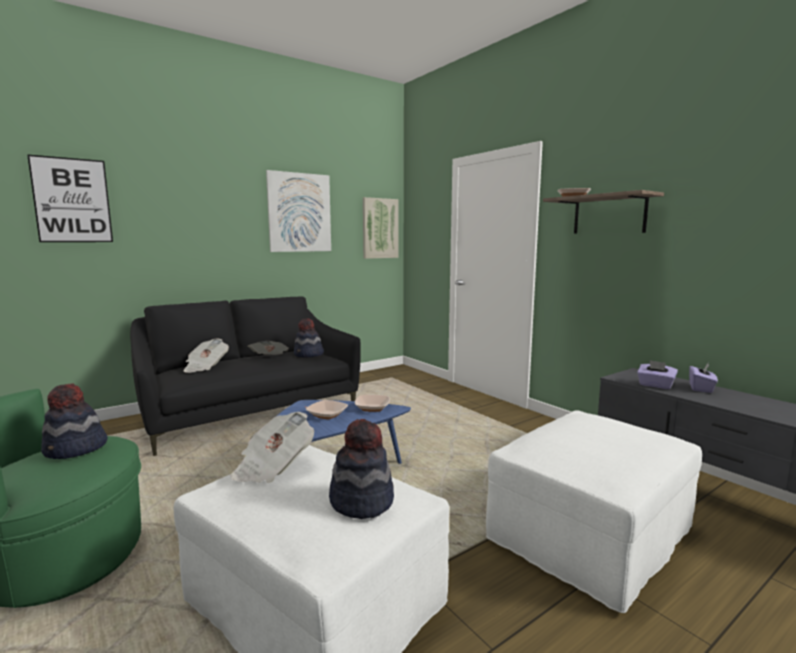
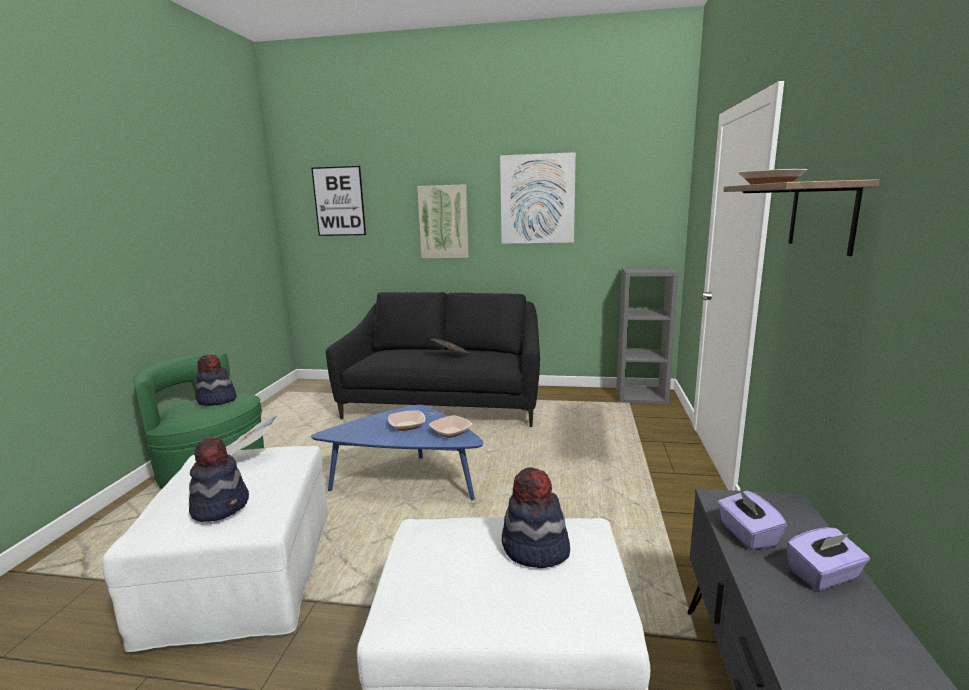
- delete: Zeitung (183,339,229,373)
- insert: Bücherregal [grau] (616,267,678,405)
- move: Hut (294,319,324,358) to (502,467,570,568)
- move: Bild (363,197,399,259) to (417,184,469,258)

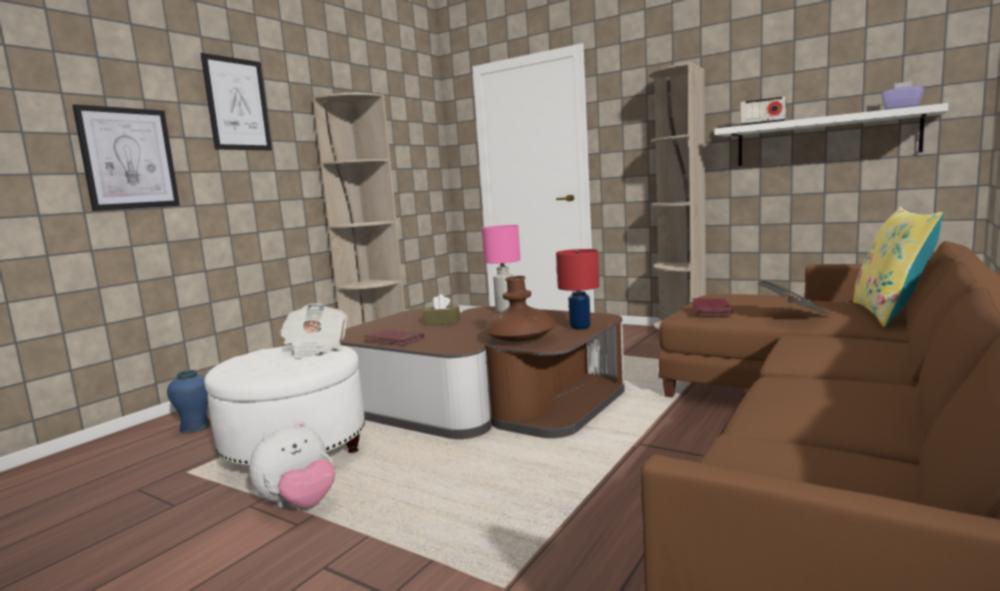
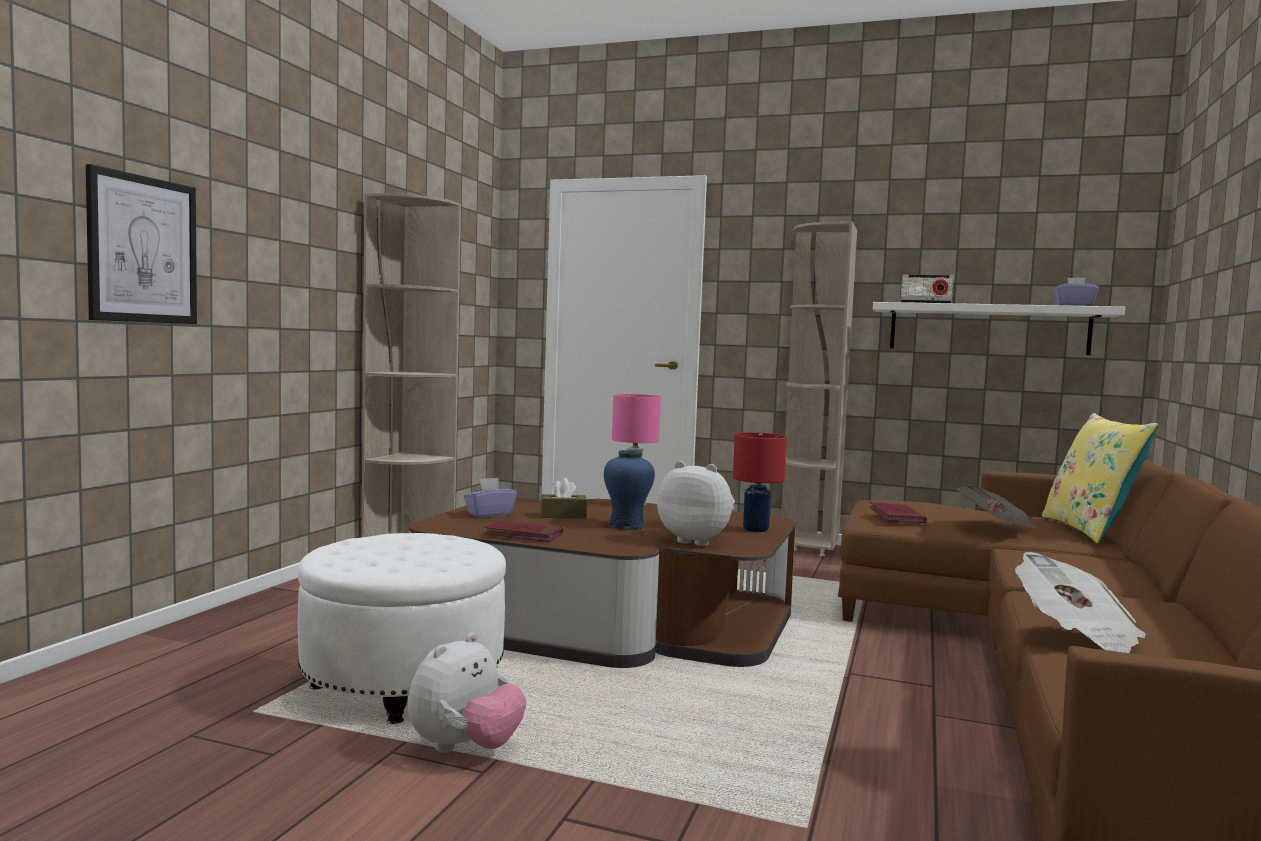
- delete: Bild (200,53,272,150)
- insert: Taschentuchbox [lila] (464,478,517,518)
- move: Vase [blau] (167,370,210,433) to (604,450,655,530)
- move: Zeitung (280,303,348,358) to (1015,552,1146,653)
- replace: Vase [braun] (484,276,556,342) to Plüschtier (657,461,735,546)

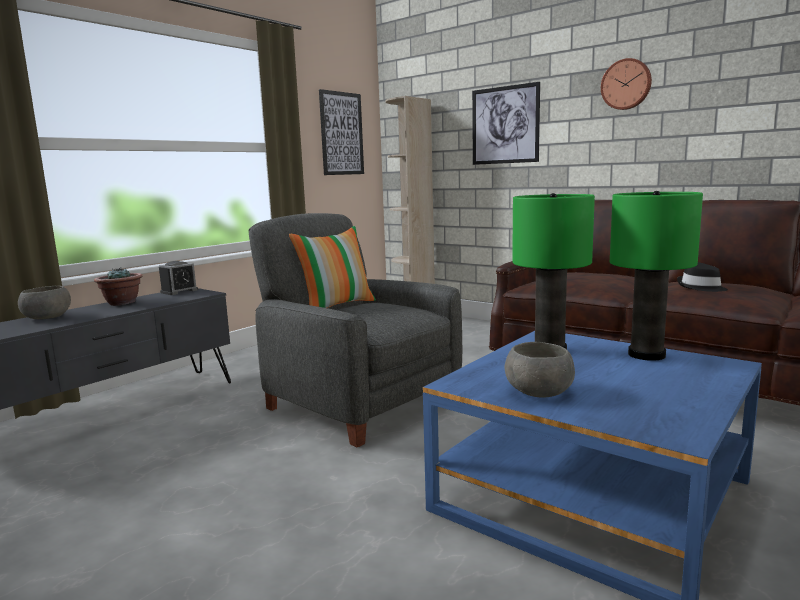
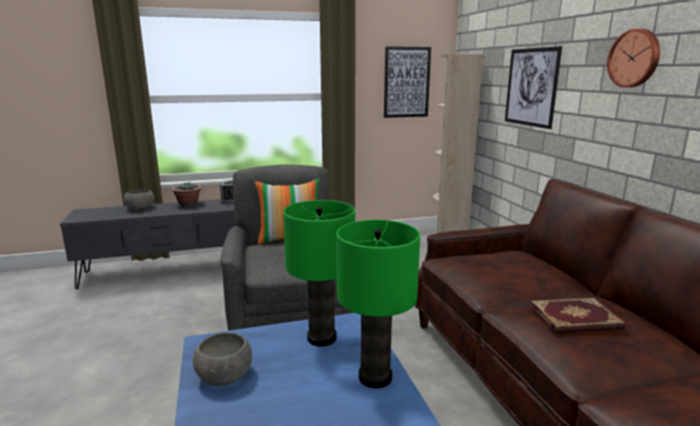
- replace: Hut [schwarz] (677,262,728,292) to Buch (530,298,625,333)

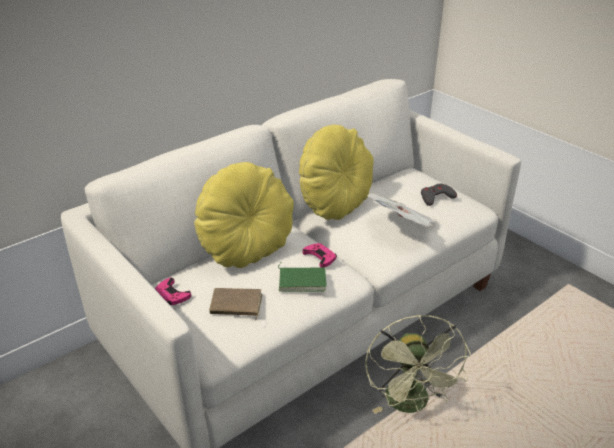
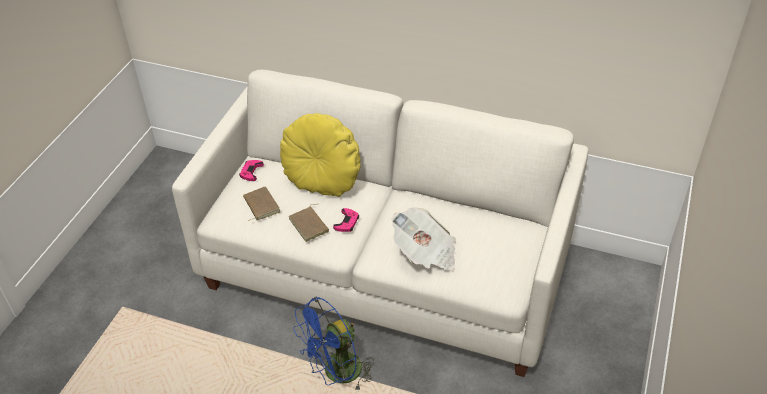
- delete: Kissen [gelb] (299,124,374,220)
- delete: Gamepad [grau] (421,184,457,206)
- recolor: Buch [grün] (278,262,327,292) to Buch [braun] (289,204,329,242)
- recolor: Ventilator [grün] (365,314,471,414) to Ventilator [blau] (293,297,374,391)

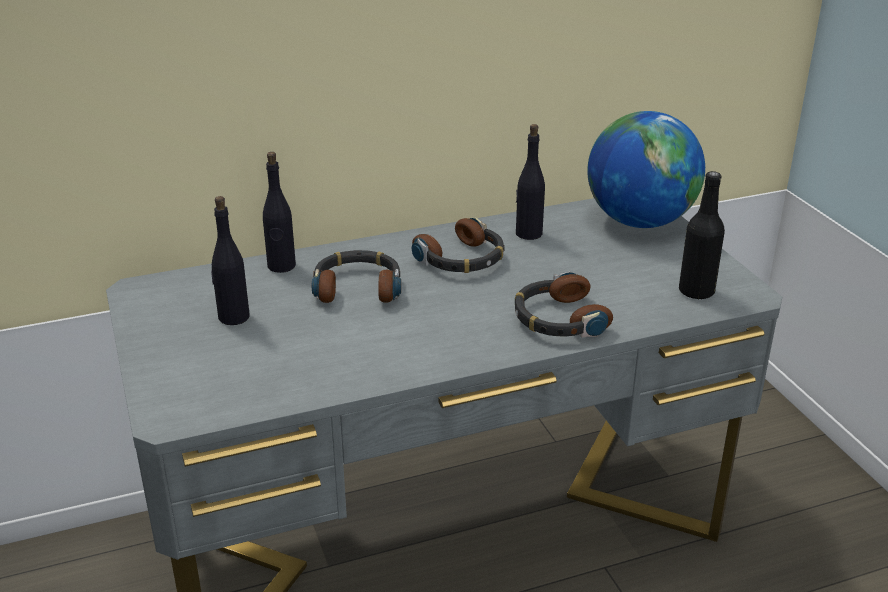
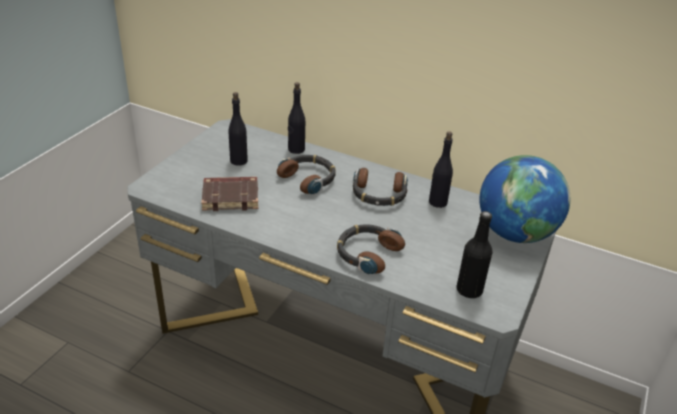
- insert: Buch [braun] (201,177,258,211)

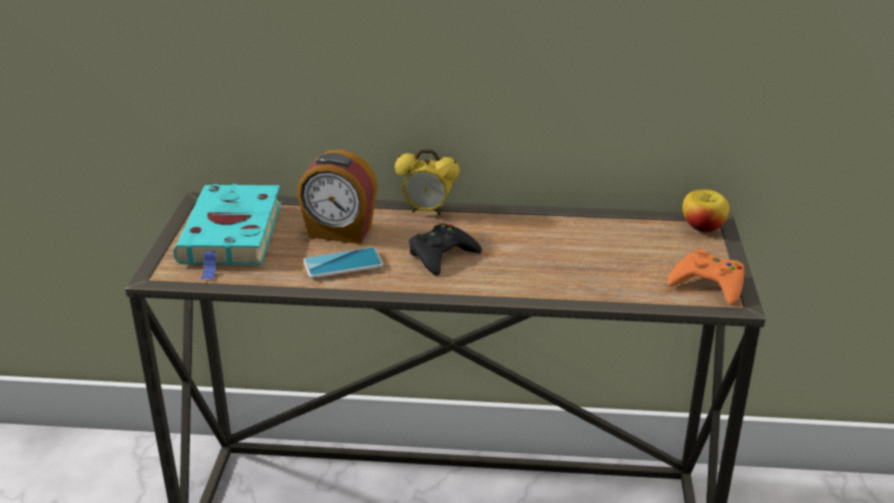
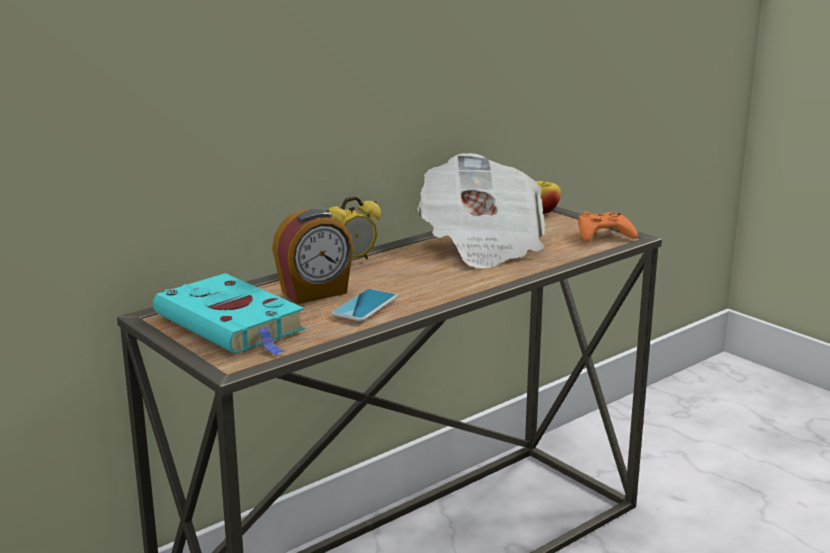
- delete: Gamepad [schwarz] (409,224,482,276)
- insert: Zeitung (418,153,545,269)

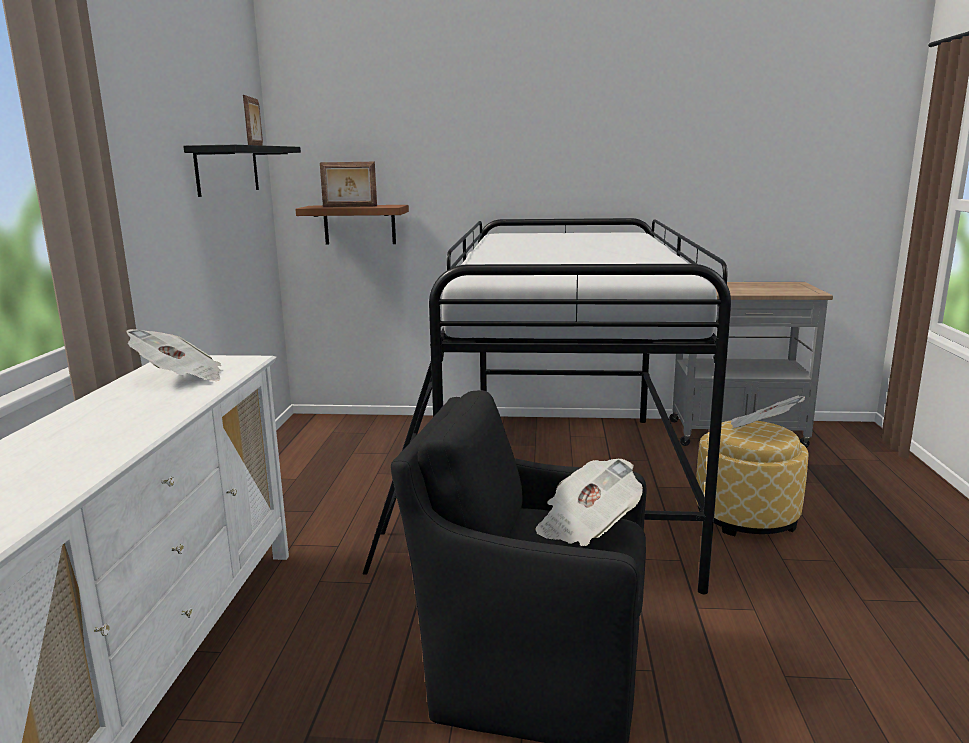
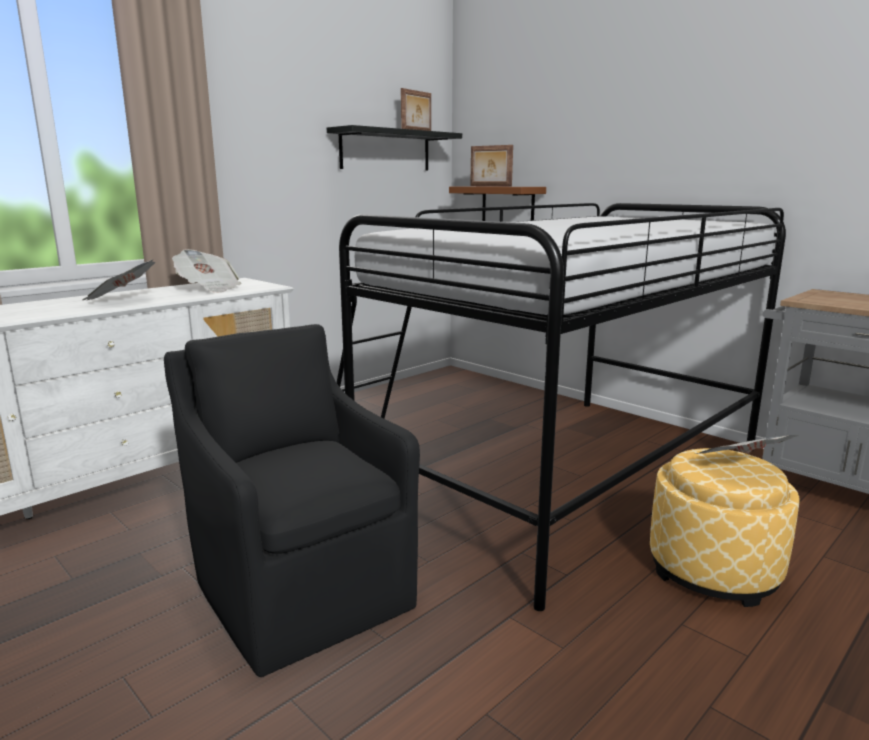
- move: Zeitung (535,459,643,546) to (83,260,155,300)

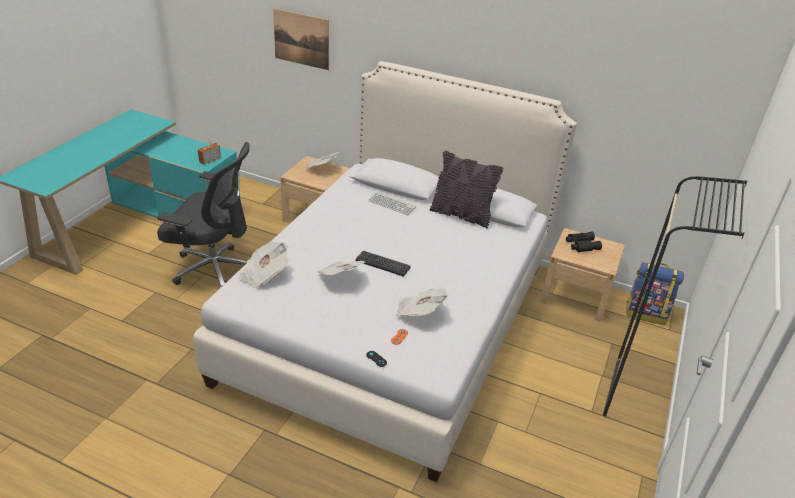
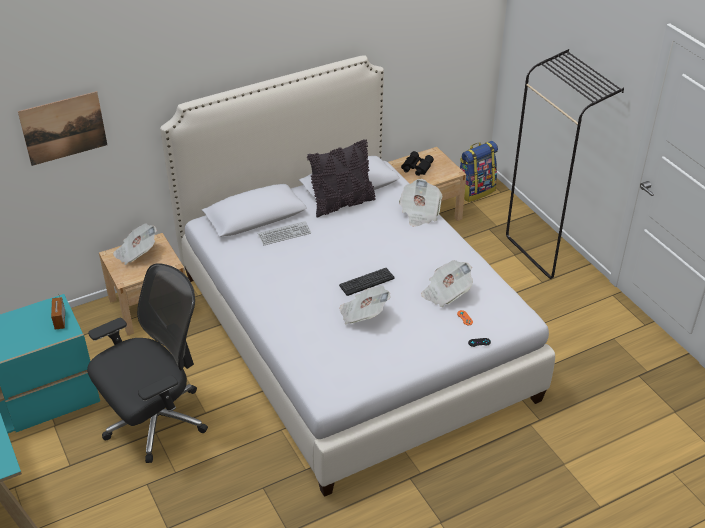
- move: Zeitung (238,241,288,288) to (399,179,442,227)

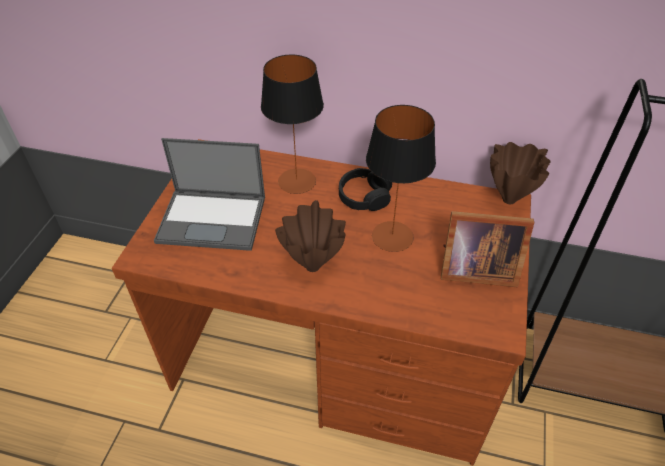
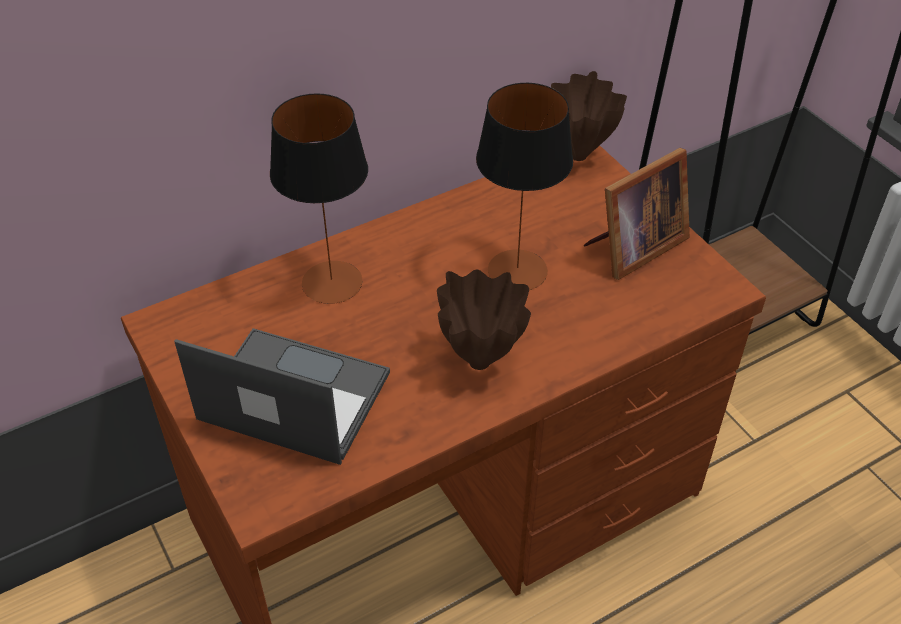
- delete: Kopfhörer [schwarz] (339,168,392,211)
- rotate: Laptop (154,138,265,251) = (174,328,390,465) 120 degrees counterclockwise

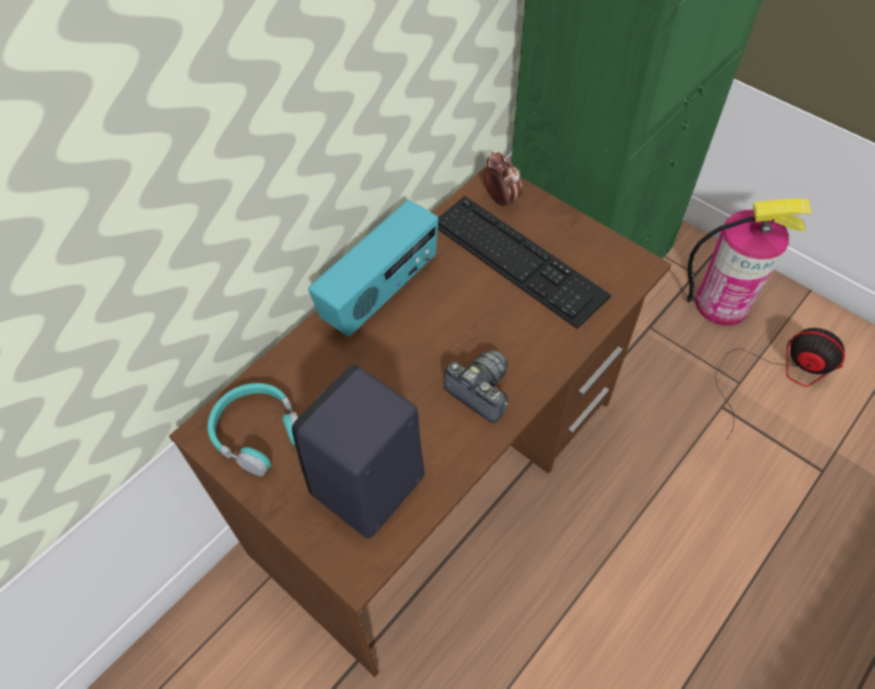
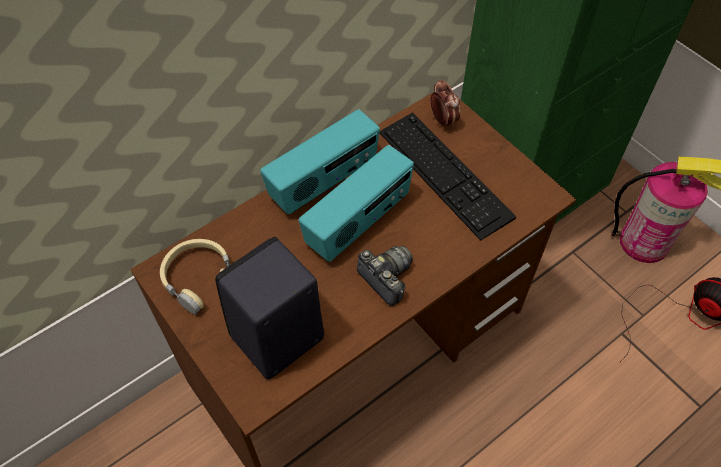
- insert: Radio (299,145,414,262)
- recolor: Kopfhörer [türkis] (208,383,298,476) to Kopfhörer [beige] (160,239,230,314)

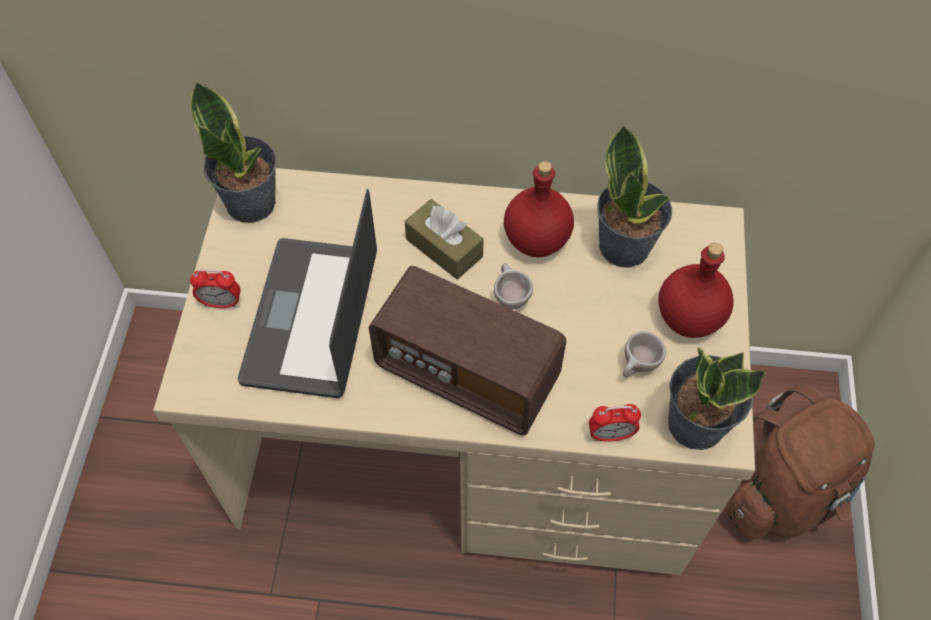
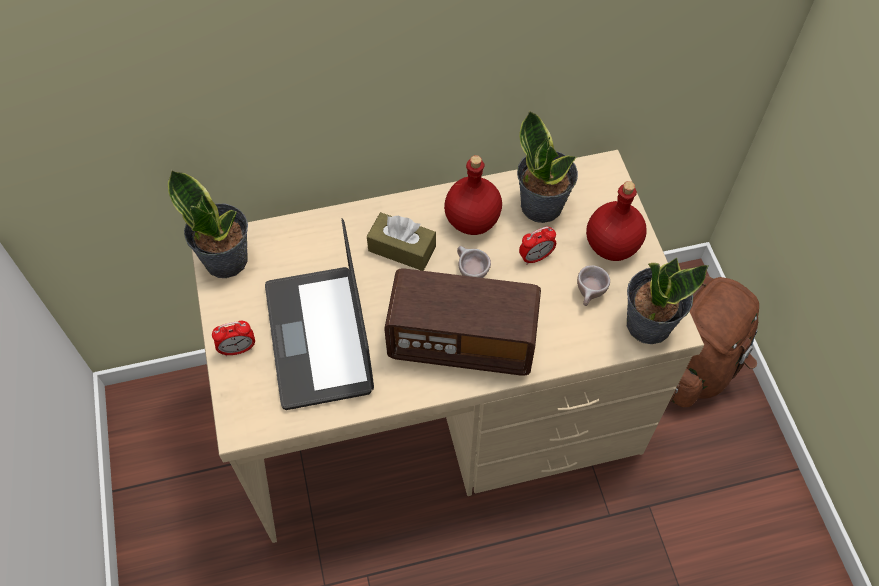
- move: Wecker (589,404,641,442) to (519,227,556,265)

